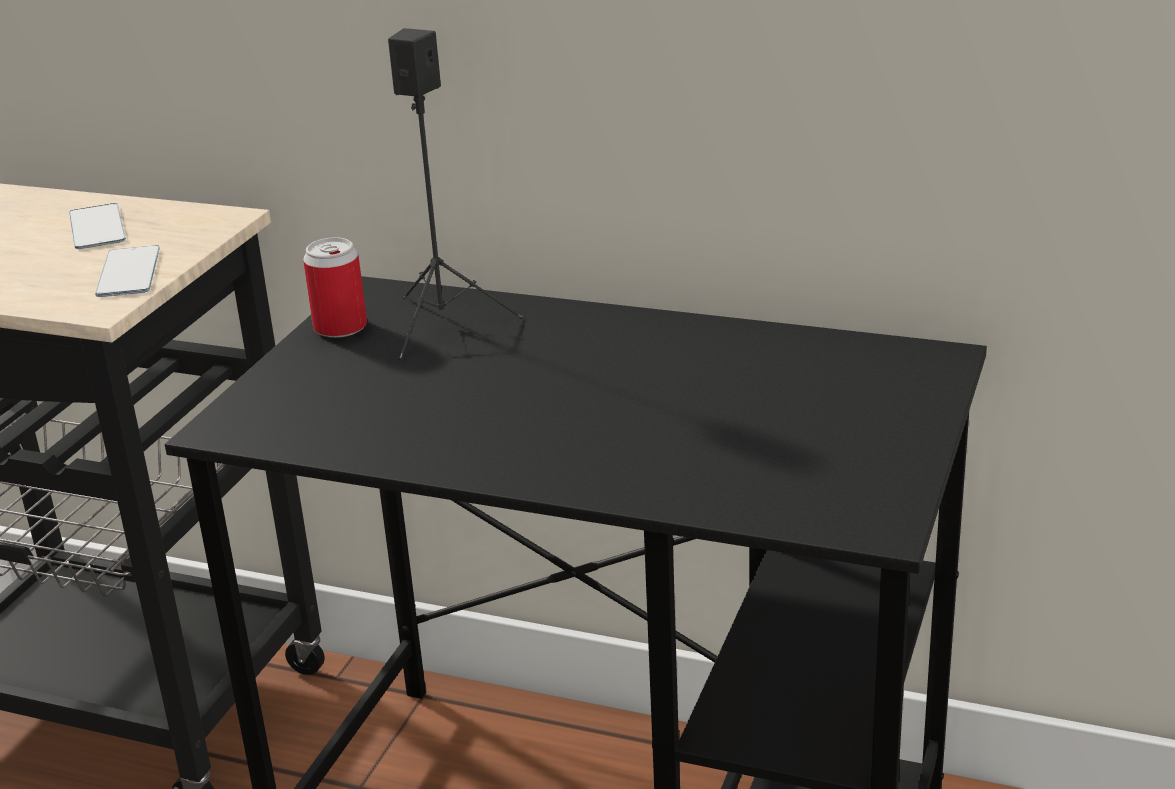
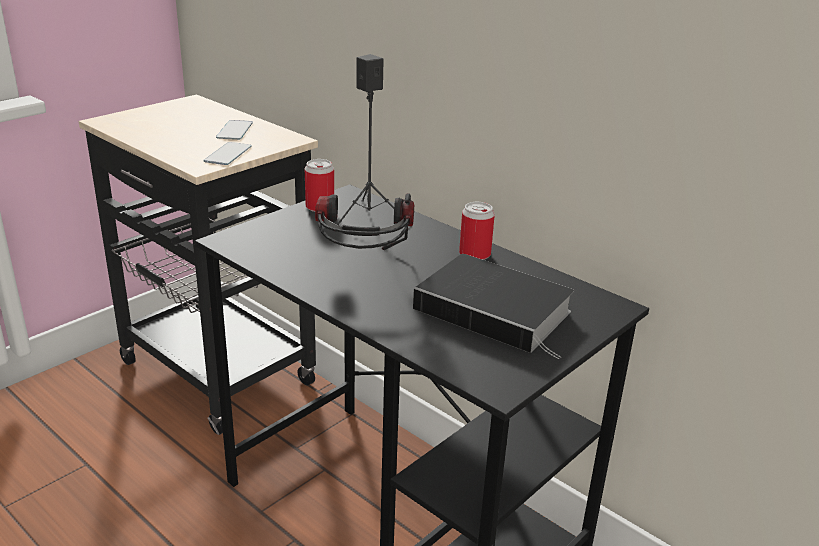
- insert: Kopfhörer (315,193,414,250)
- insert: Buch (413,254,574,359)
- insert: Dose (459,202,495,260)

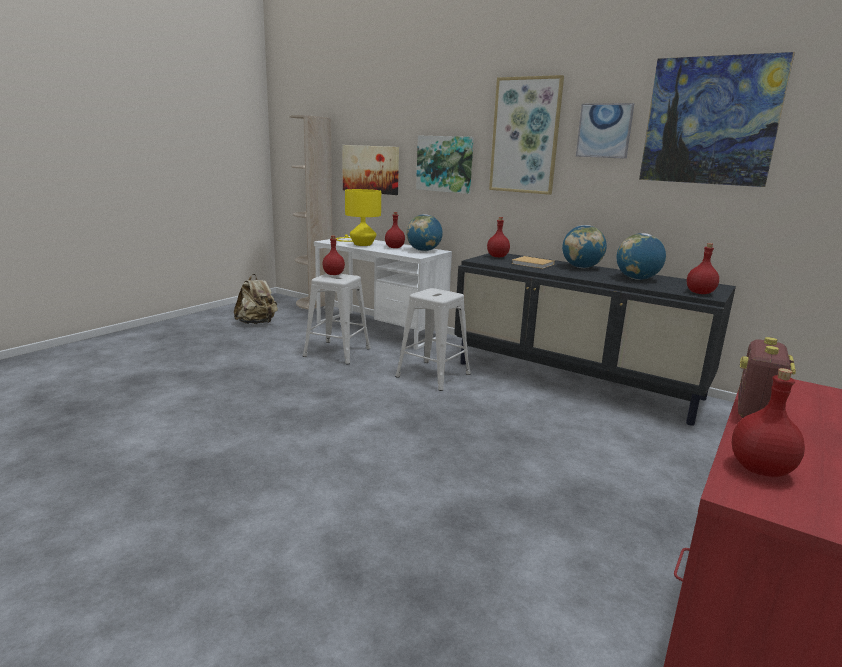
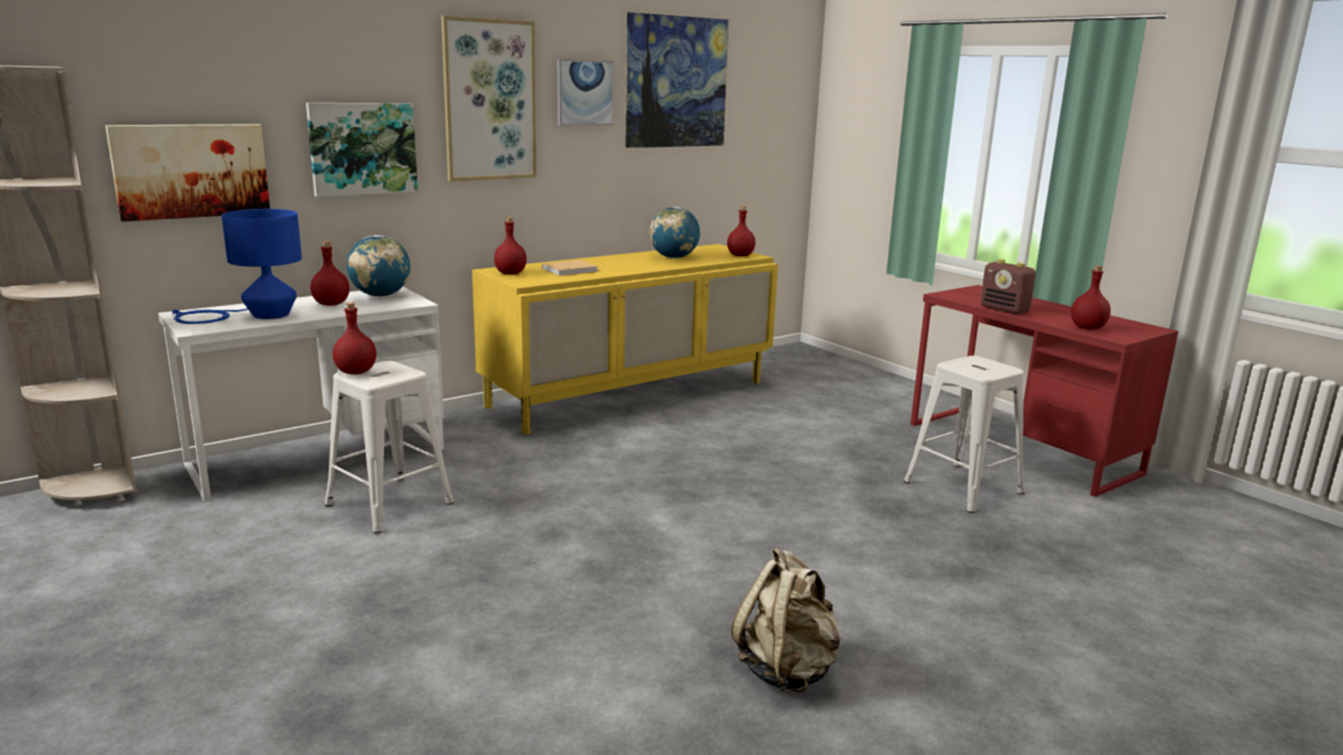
- delete: Globus (562,225,607,268)
- move: Rucksack [beige] (234,274,278,324) to (731,547,841,693)
- move: Hocker [weiß] (395,288,471,391) to (904,356,1025,513)
- recolor: Tischlampe [gelb] (335,189,381,246) to Tischlampe [blau] (172,209,302,324)
- recolor: Schrank [schwarz] (454,253,736,426) to Schrank [gelb] (472,244,778,434)

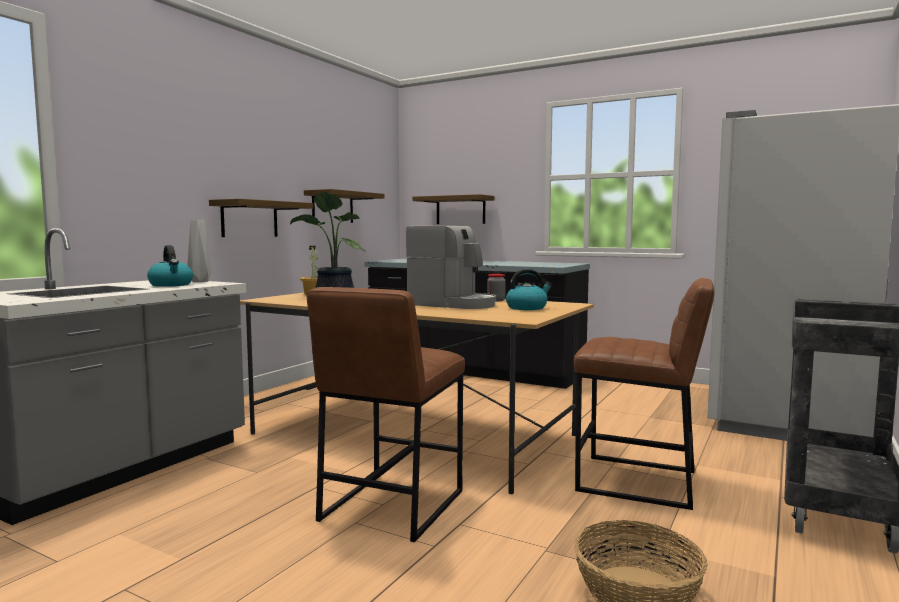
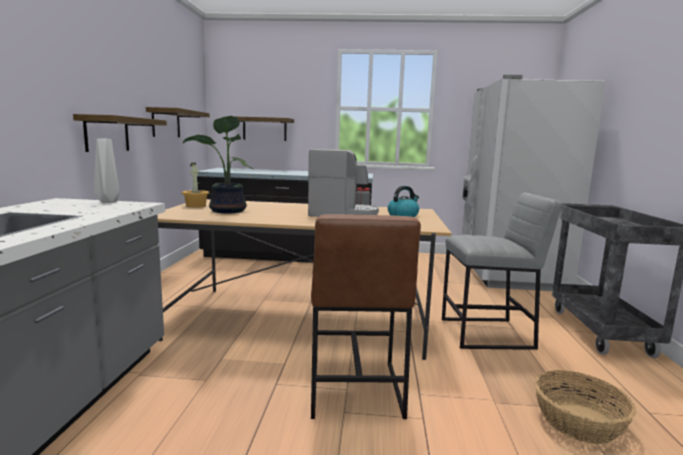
- delete: Wasserkessel (147,245,193,287)
- recolor: Stuhl [braun] (574,278,715,510) to Stuhl [grau] (442,192,562,350)

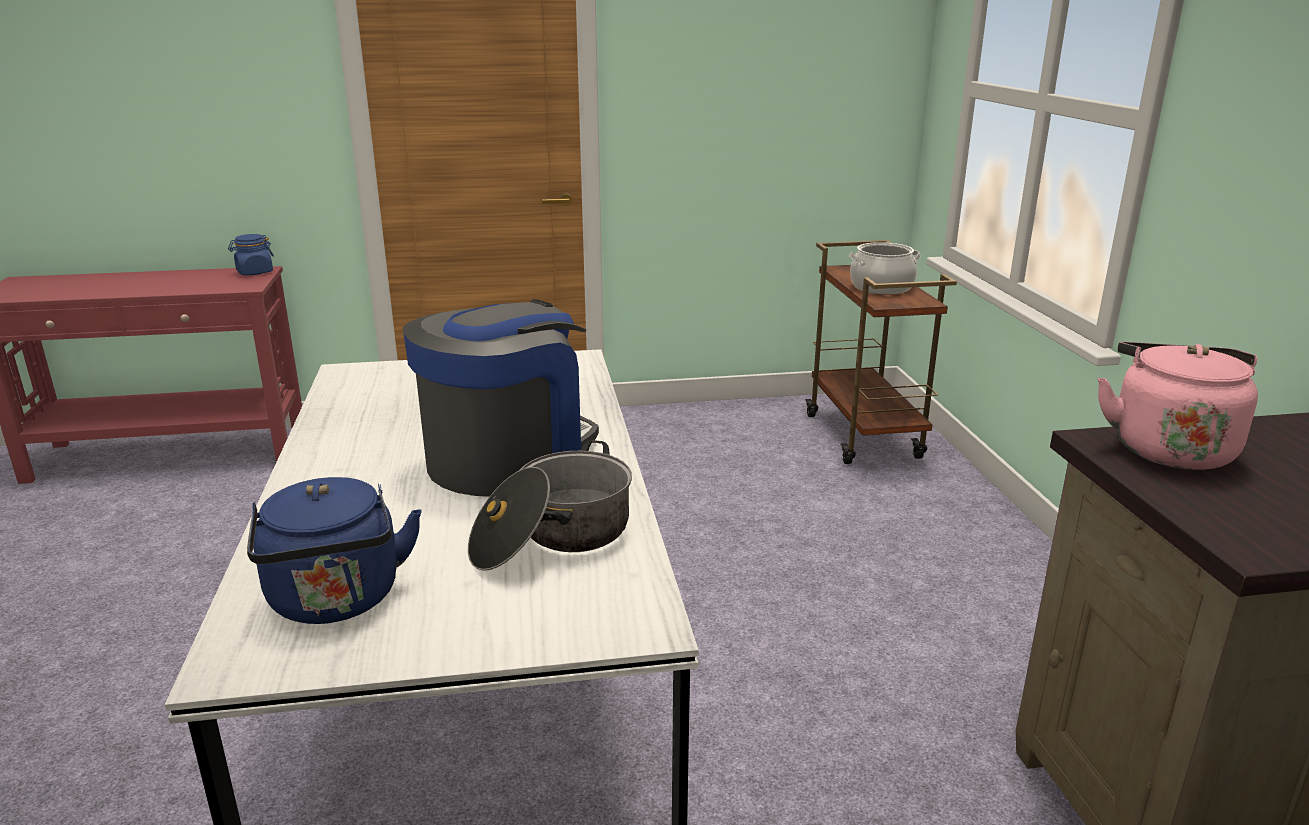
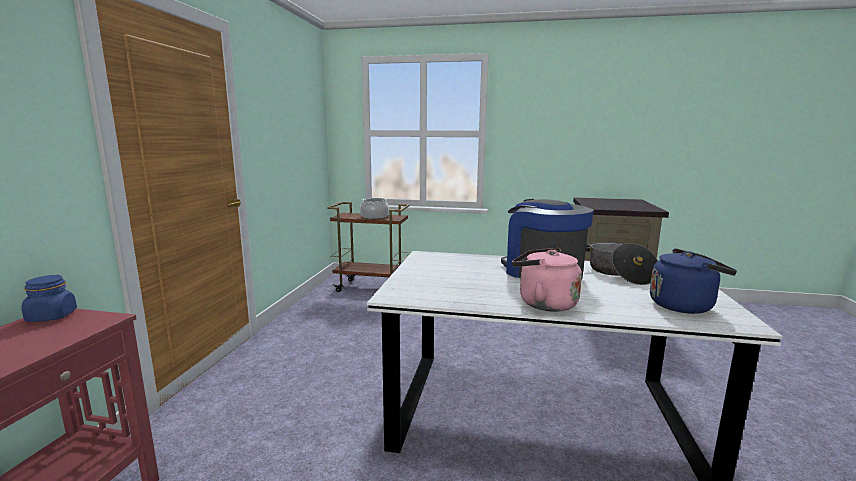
- move: Wasserkessel [rosa] (1097,342,1258,470) to (512,248,582,312)

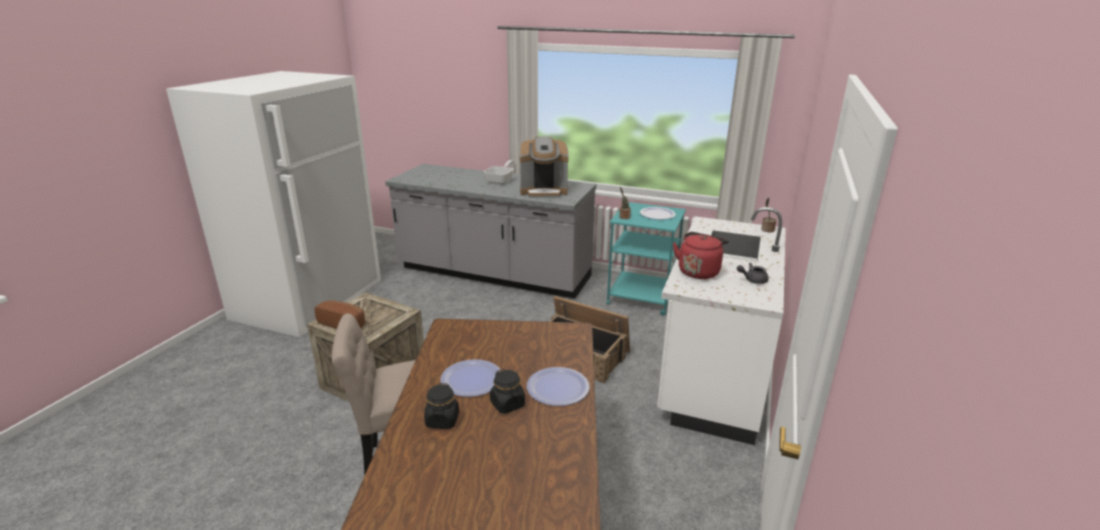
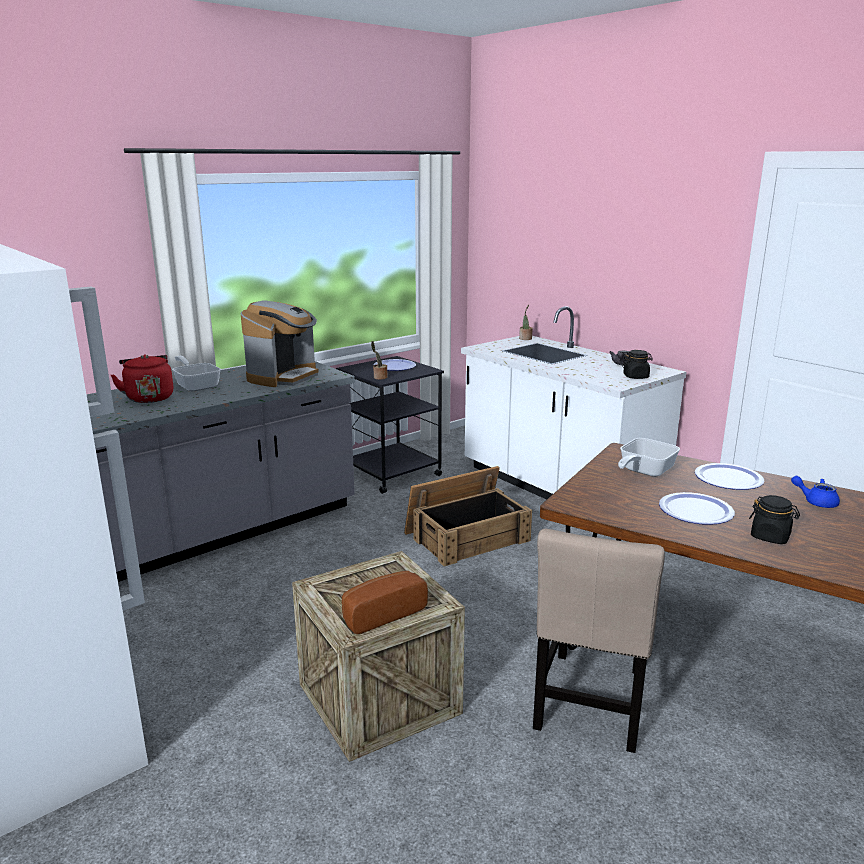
- insert: Pfanne (618,438,680,477)
- insert: Teekanne [blau] (791,476,840,508)
- move: Vorratsglas [schwarz] (490,369,525,414) to (622,350,653,379)
- move: Wasserkessel [rot] (673,232,729,279) to (111,354,174,403)
- recolor: Rollwagen [türkis] (606,202,686,316) to Rollwagen [schwarz] (336,356,444,494)

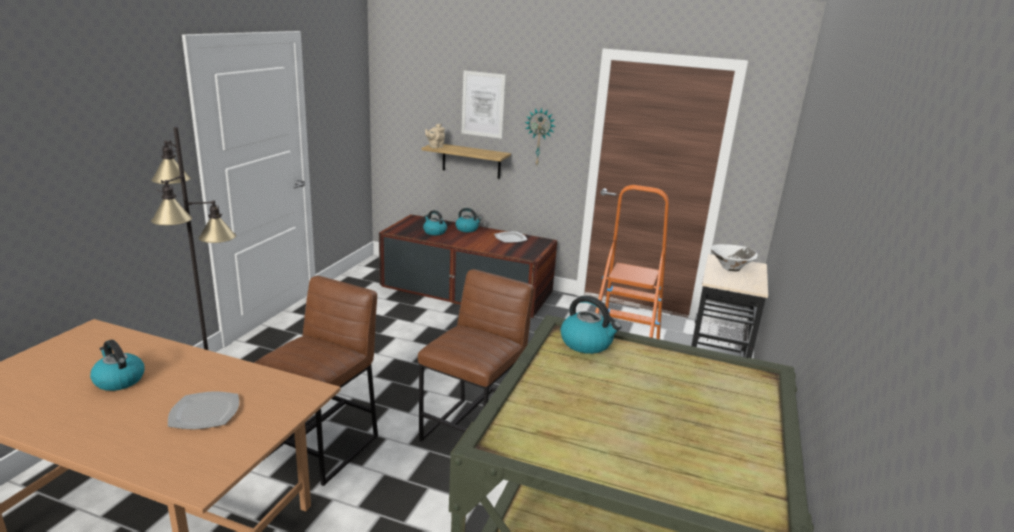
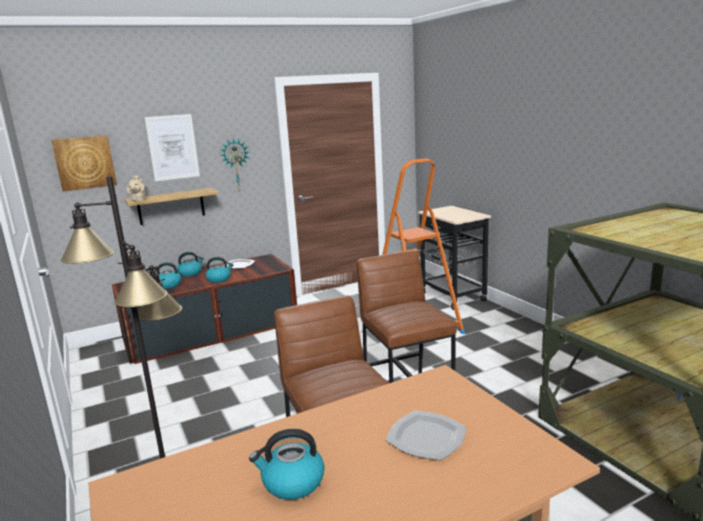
- delete: Schüssel [weiß] (711,244,758,271)
- insert: Bild (51,135,117,191)
- move: Wasserkessel (561,295,621,354) to (205,257,233,283)

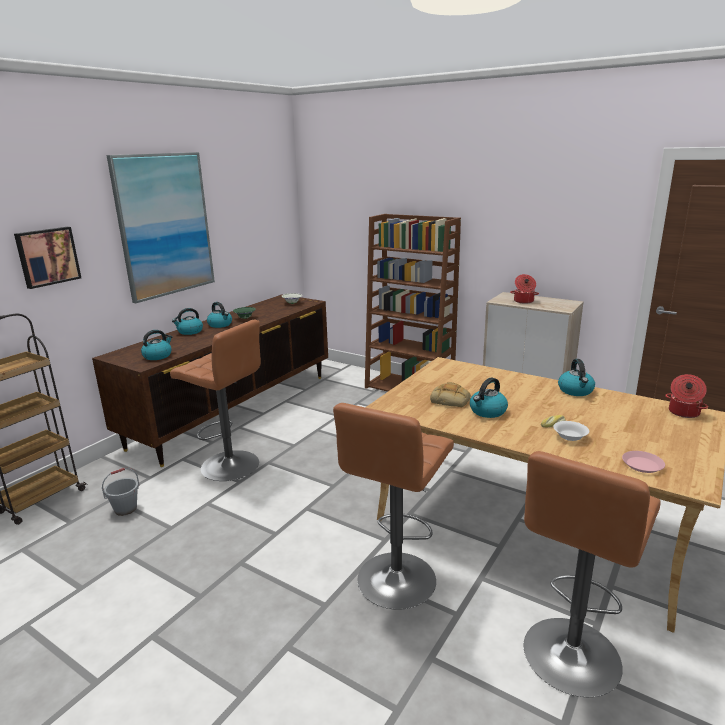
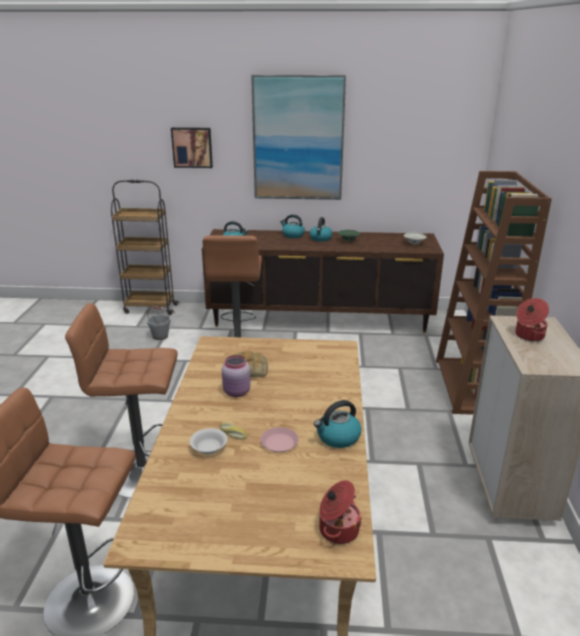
- move: Teller [rosa] (622,451,665,473) to (260,427,299,452)
- replace: Wasserkessel (470,378,508,418) to Vorratsglas [rosa] (222,355,251,397)

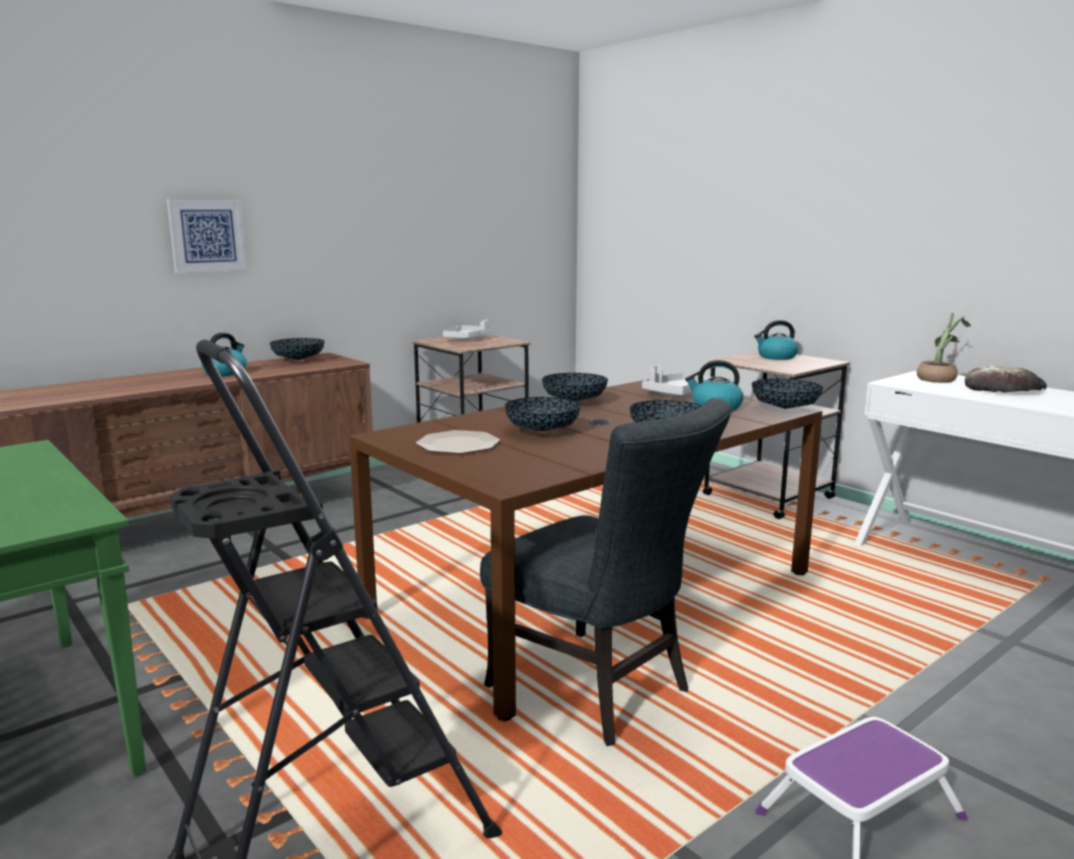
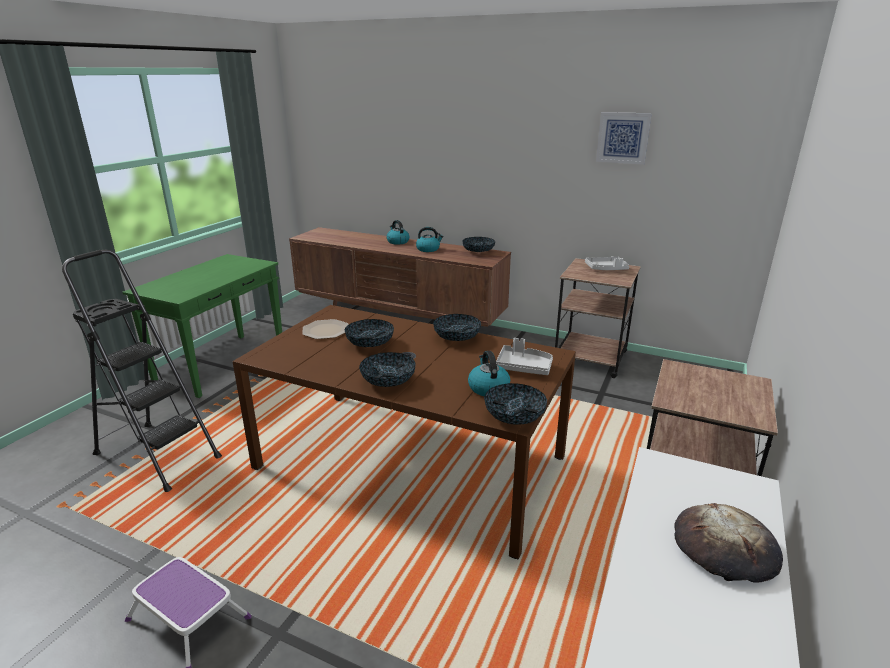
- delete: Stuhl [grau] (480,398,733,746)
- delete: Topfpflanze (917,313,971,383)
- move: Bild (167,199,247,273) to (596,112,652,165)
- move: Wasserkessel (754,320,798,360) to (386,220,410,245)

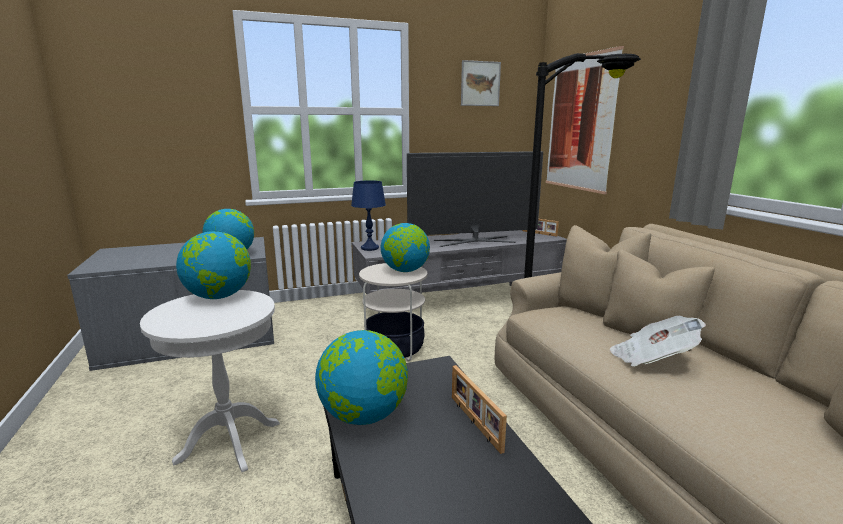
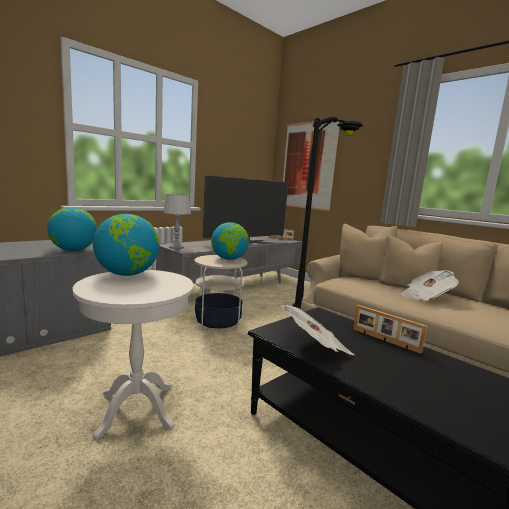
- delete: Bild (461,60,501,106)
- replace: Globus (315,330,408,425) to Zeitung (280,305,354,355)
- recolor: Tischlampe [blau] (351,180,386,251) to Tischlampe [grau] (163,194,191,249)

